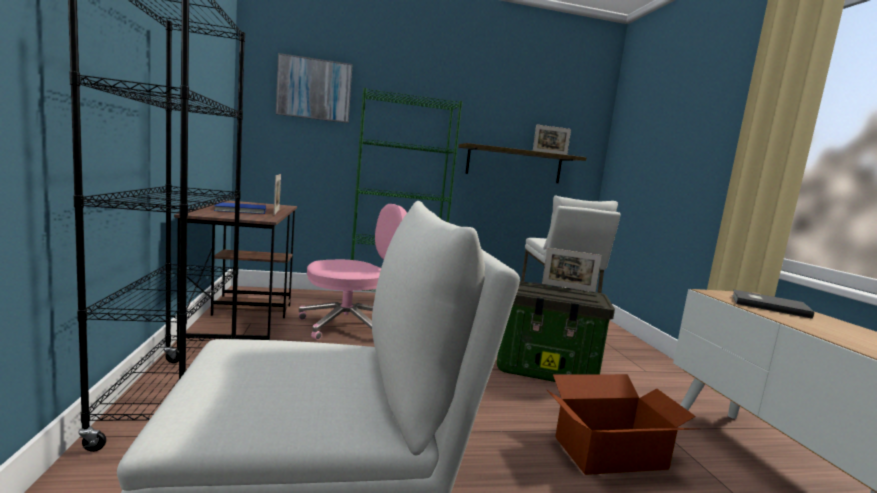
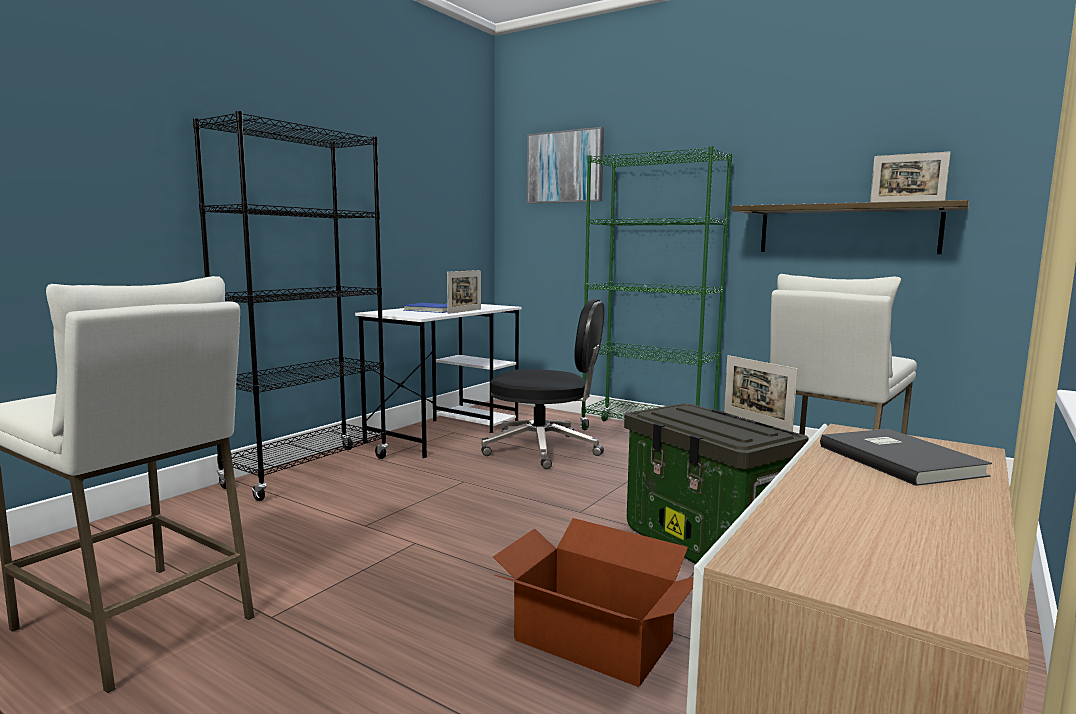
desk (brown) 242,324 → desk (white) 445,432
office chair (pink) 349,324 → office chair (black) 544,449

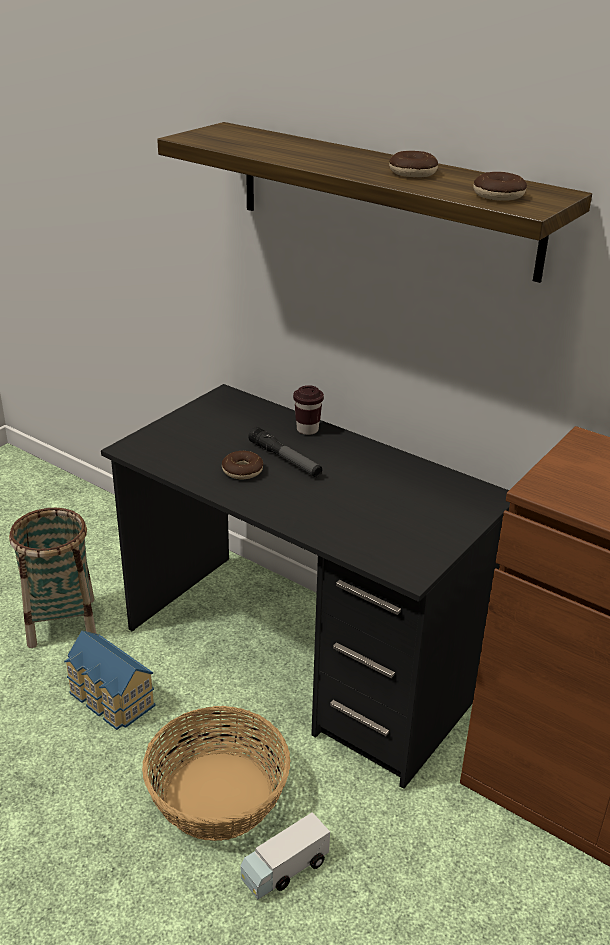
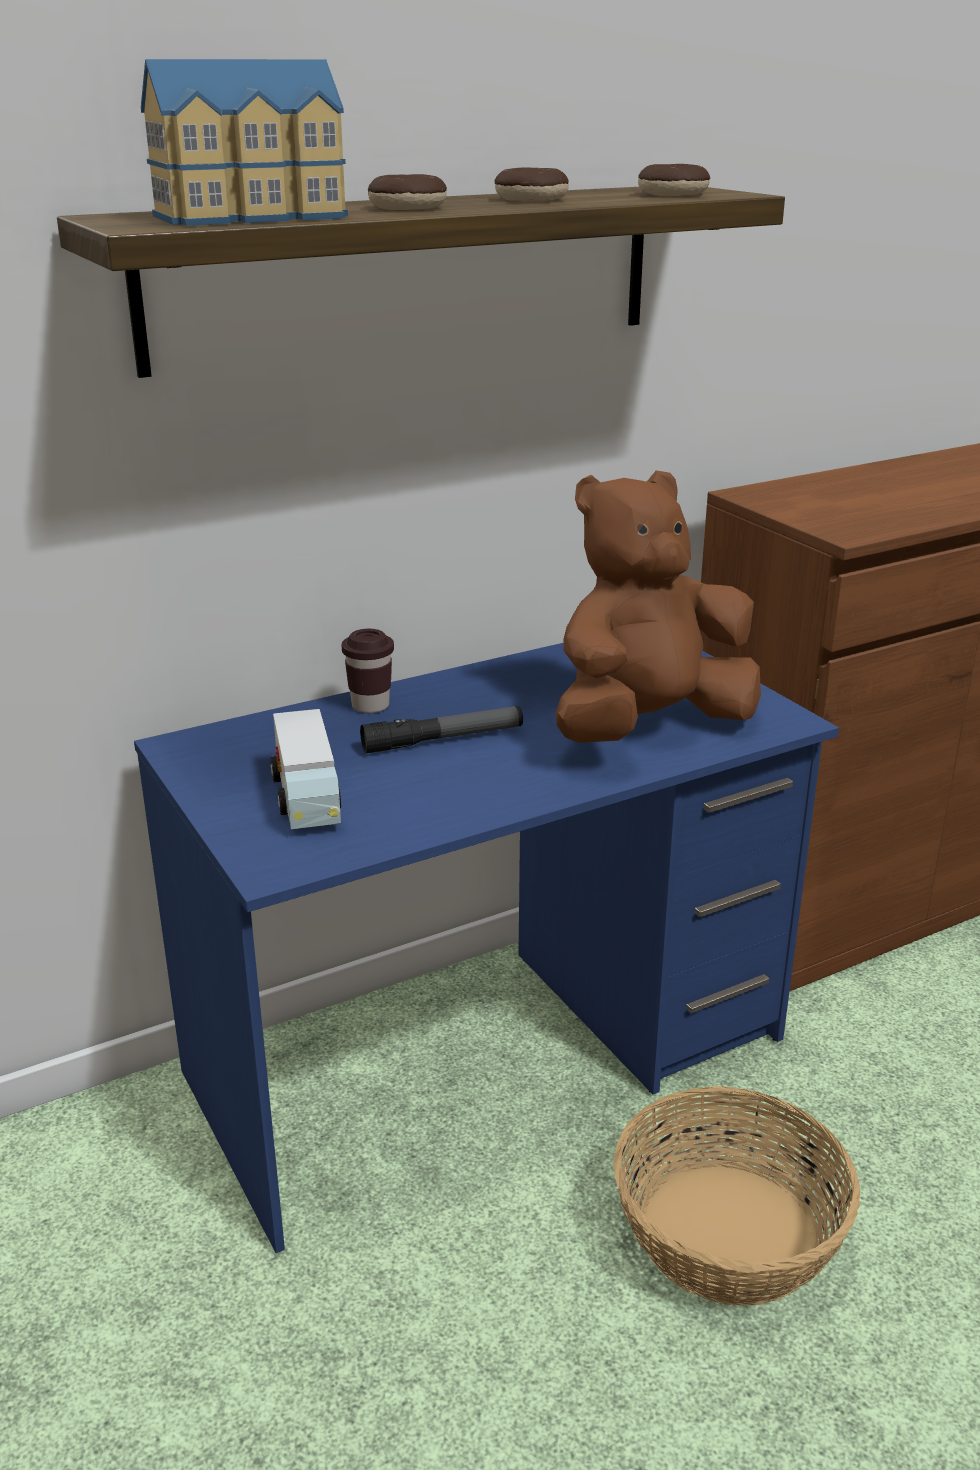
basket 62,622 → -
toy house 110,700 → toy house 255,217, shifted
desk (black) 302,658 → desk (blue) 488,1058
donut 242,471 → donut 408,207, shifted
toy truck 285,869 → toy truck 308,799, shifted
- → plush toy (brown) 648,727

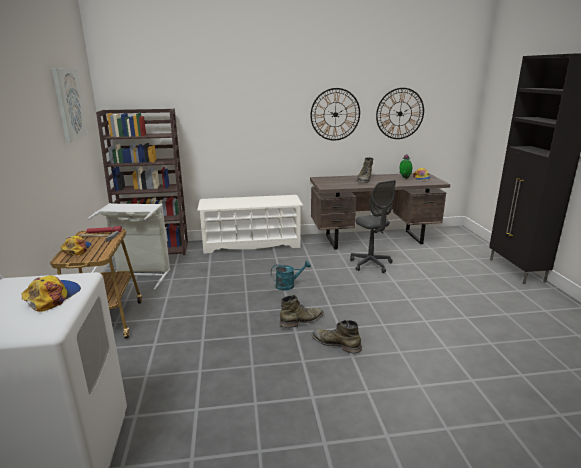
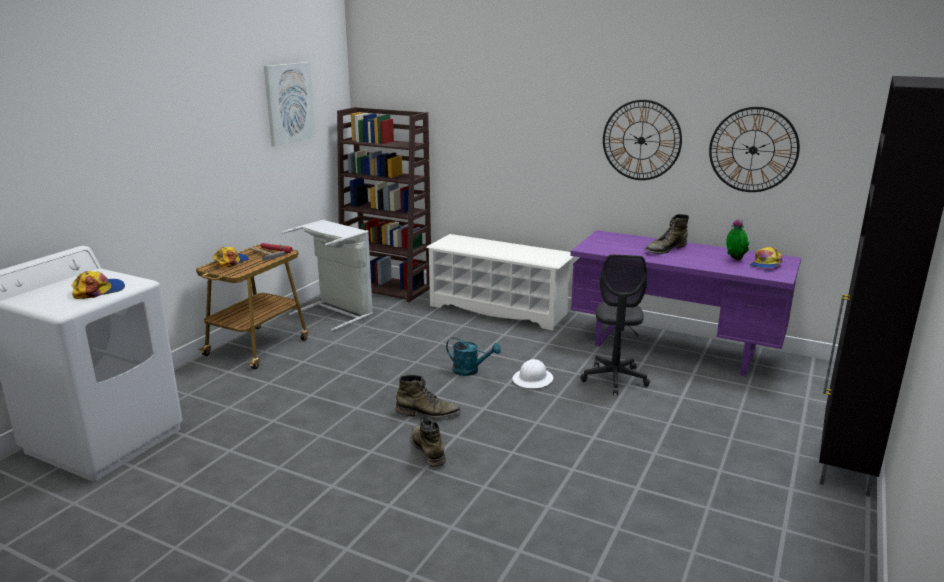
desk (brown) 374,239 → desk (purple) 675,348
- → hard hat (white) 533,379

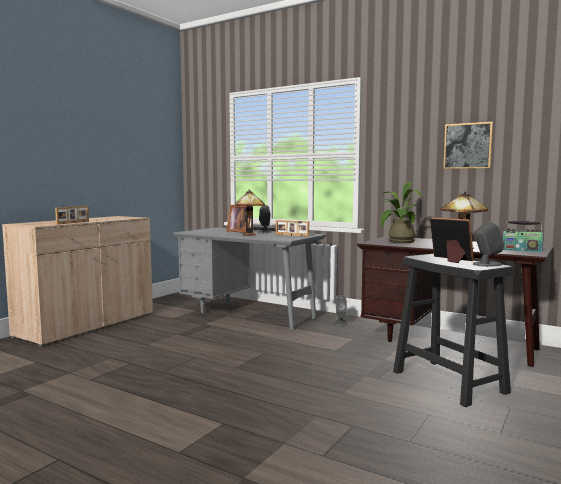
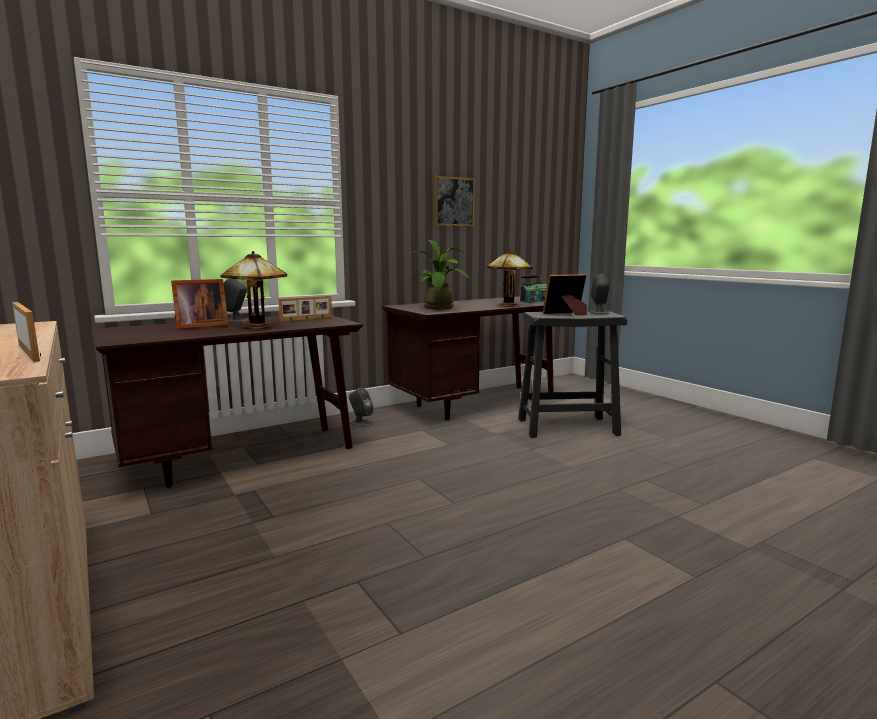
desk (grey) 249,314 → desk (brown) 241,457

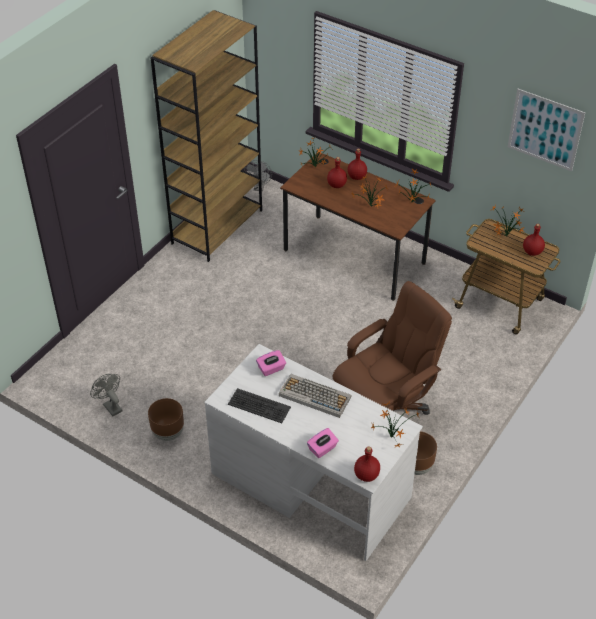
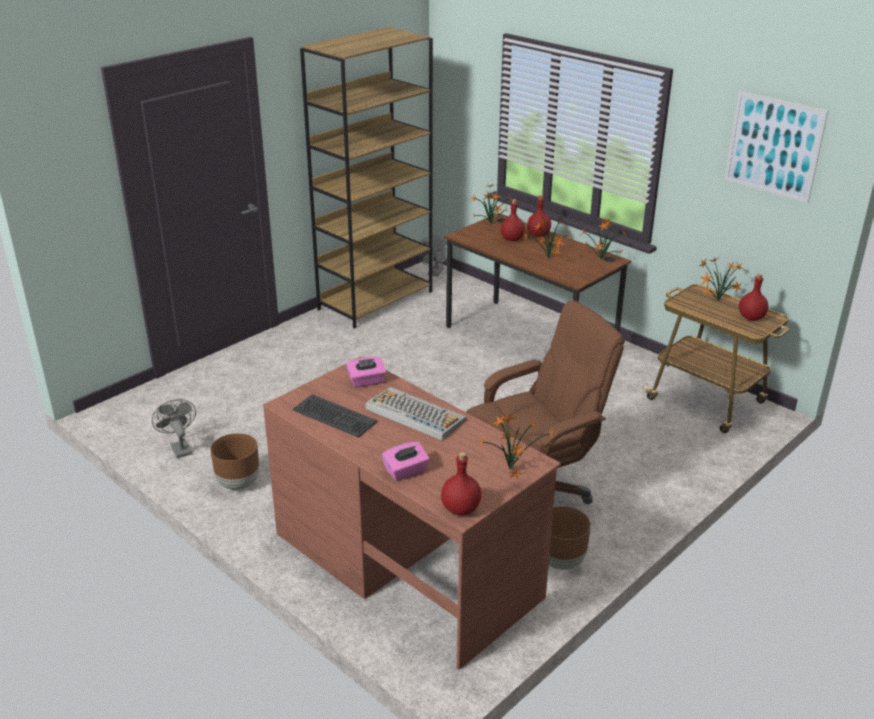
desk (white) 310,484 → desk (brown) 406,563

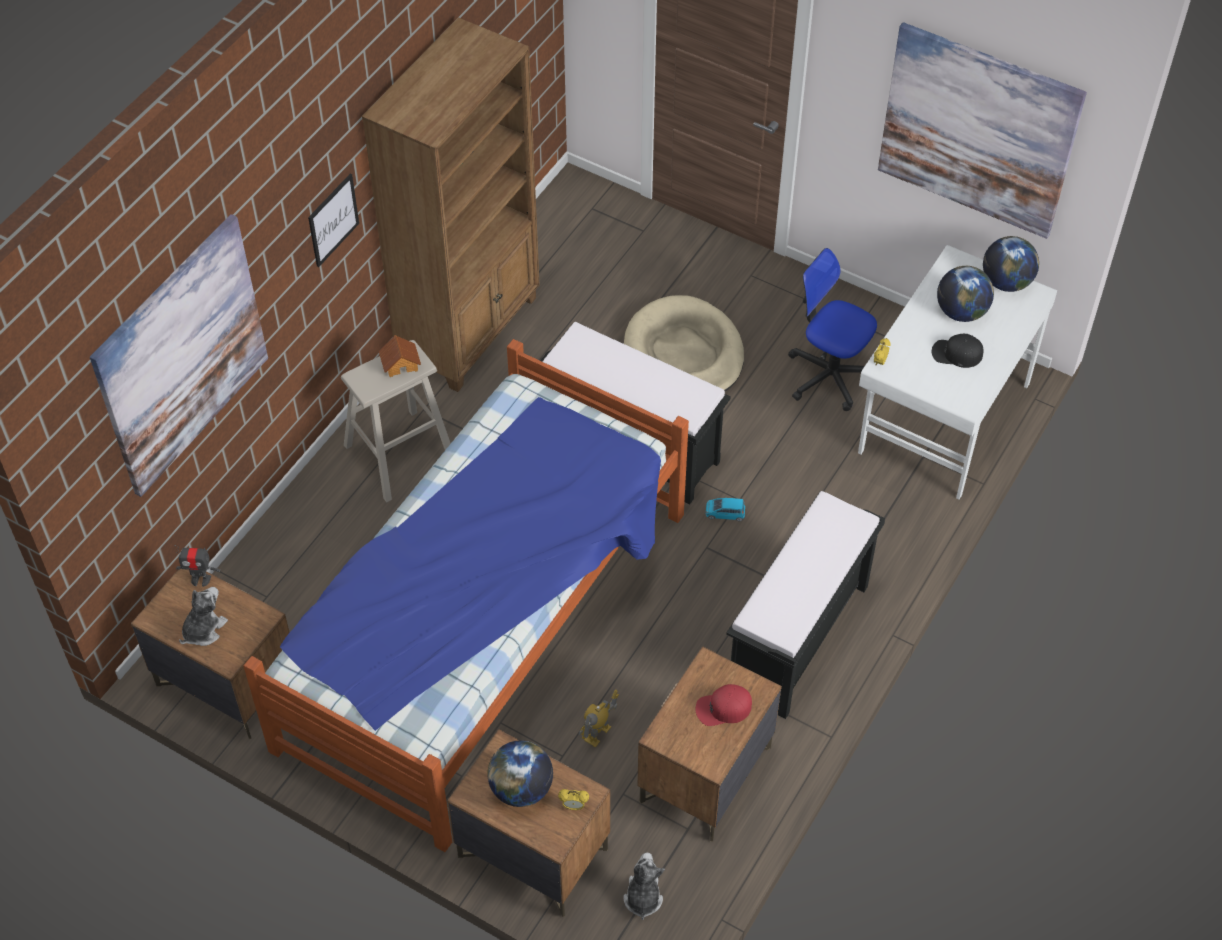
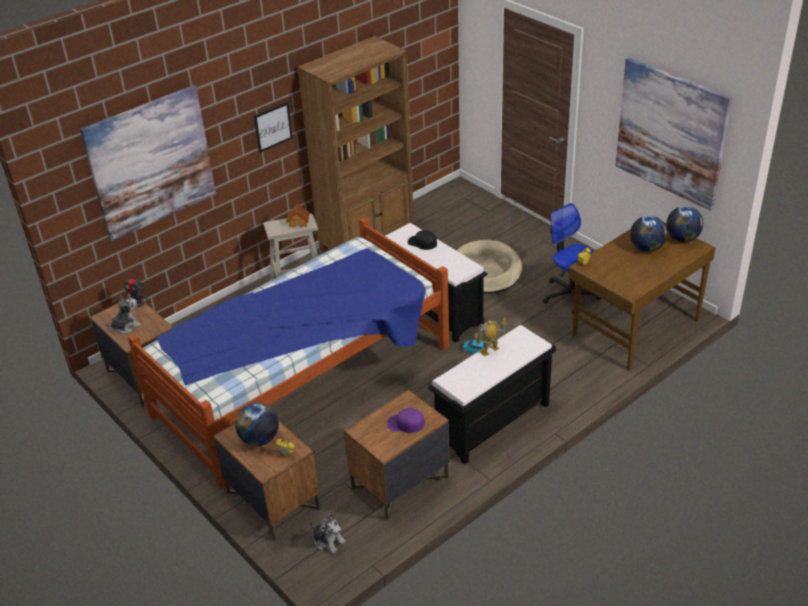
toy robot 598,734 → toy robot 489,350, shifted
plush toy 642,897 → plush toy 328,541, 105 degrees clockwise
cap (red) 723,708 → cap (purple) 405,423
desk (white) 942,418 → desk (brown) 634,327
cap (black) 956,354 → cap (black) 422,242, shifted

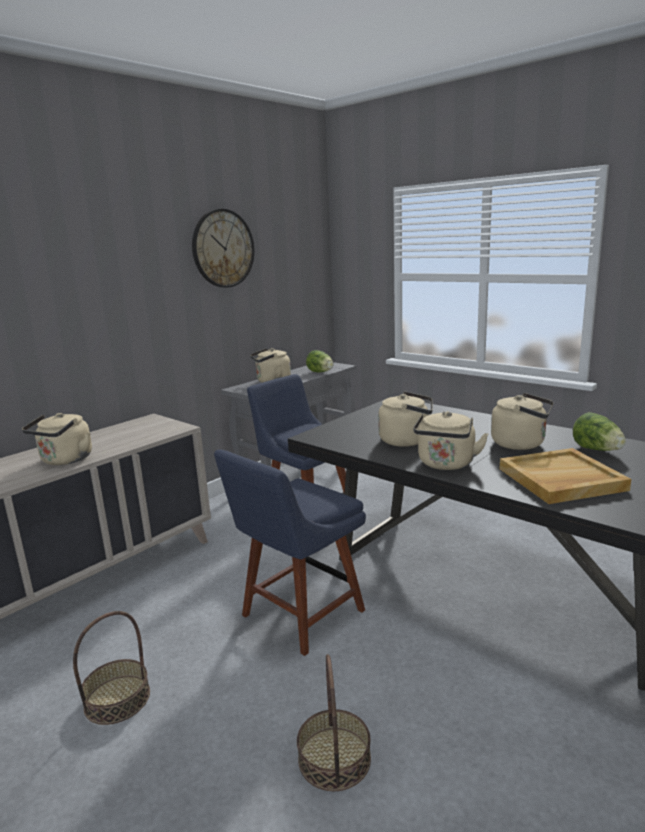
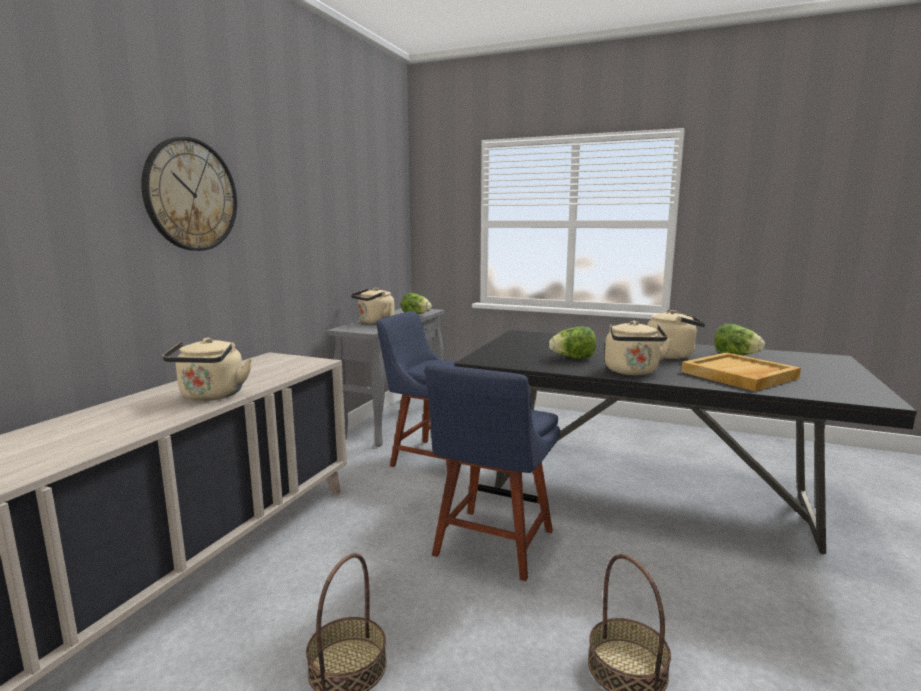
wall clock 223,248 → wall clock 191,195, shifted
kettle (beige) 407,440 → lettuce 573,358

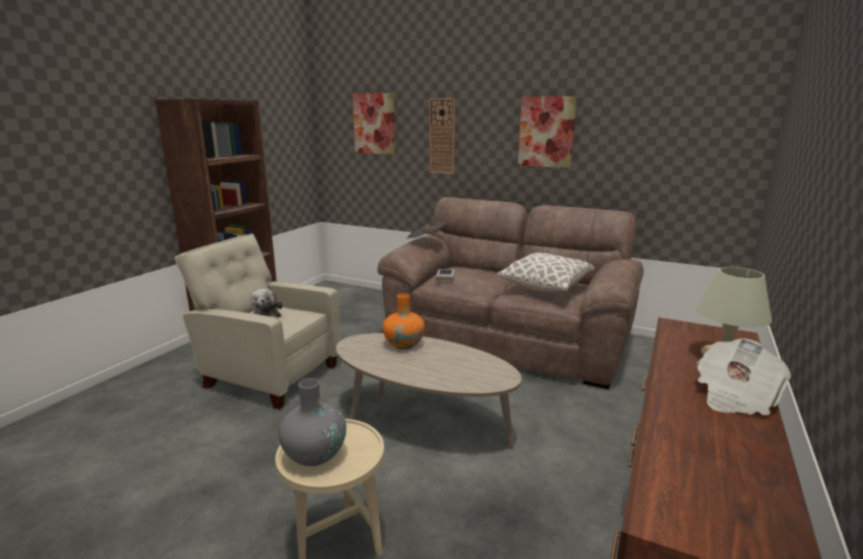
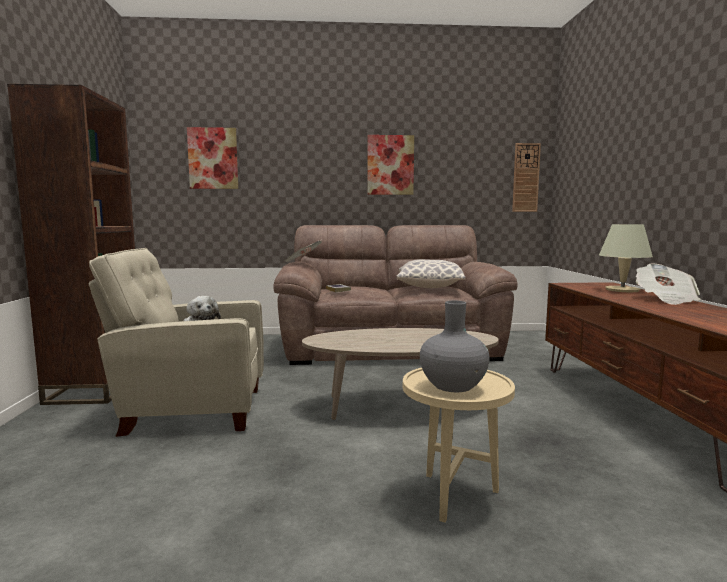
vase (orange) 404,344 → -
wall clock 442,136 → wall clock 526,177, shifted

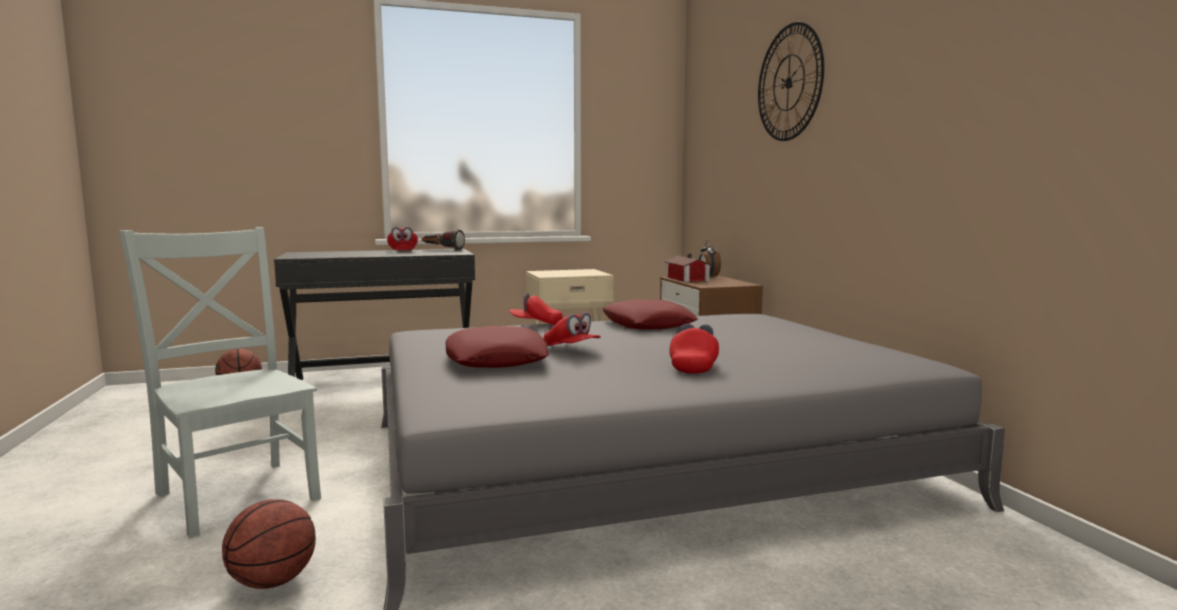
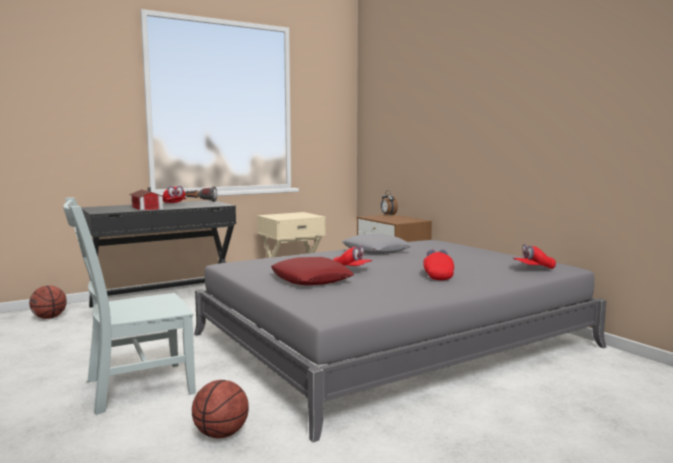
chair (grey) 237,493 → chair (grey) 134,387, 60 degrees counterclockwise
cap (red) 536,324 → cap (red) 533,269, shifted
pillow (red) 648,324 → pillow (grey) 376,251
toy house 686,279 → toy house 146,208, shifted
wall clock 789,83 → -

